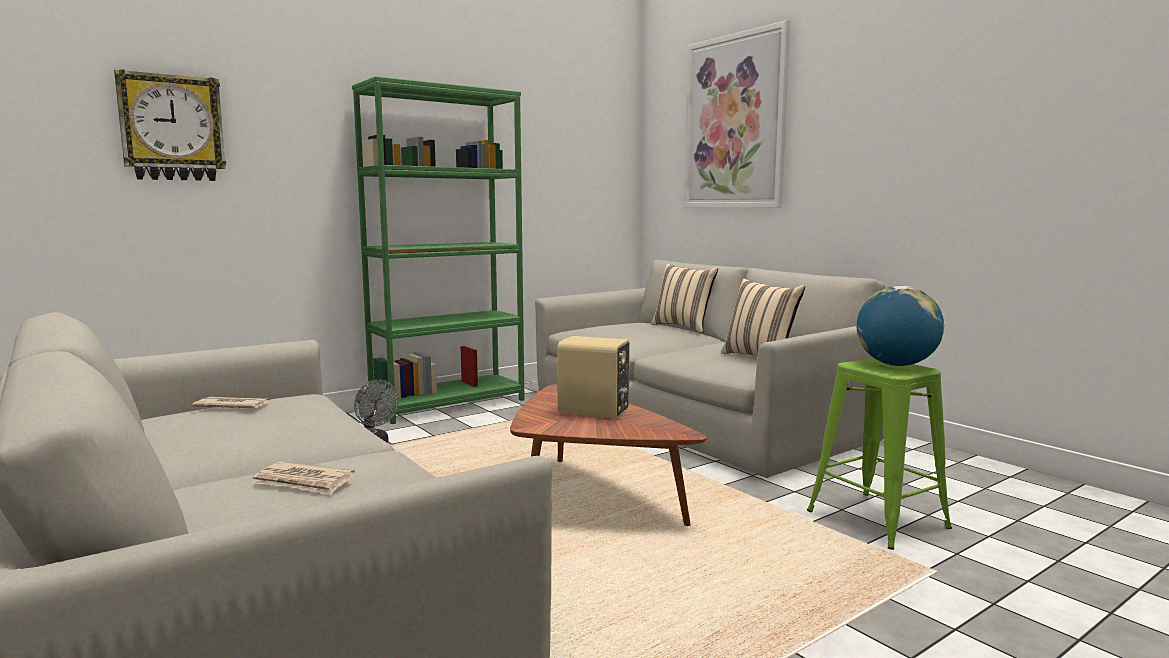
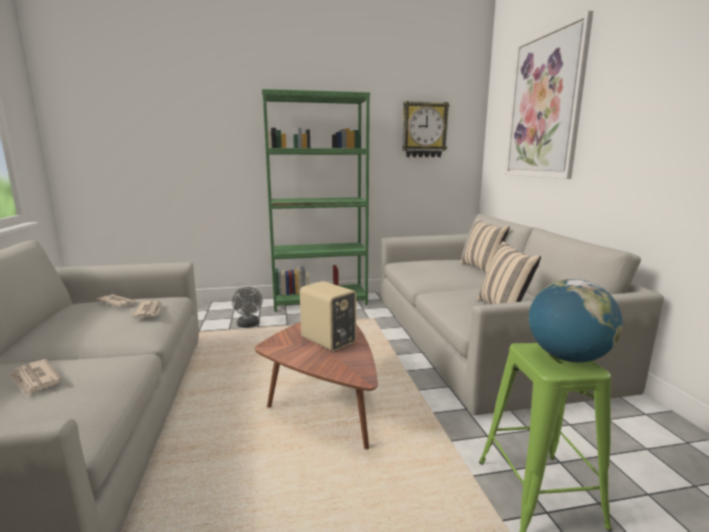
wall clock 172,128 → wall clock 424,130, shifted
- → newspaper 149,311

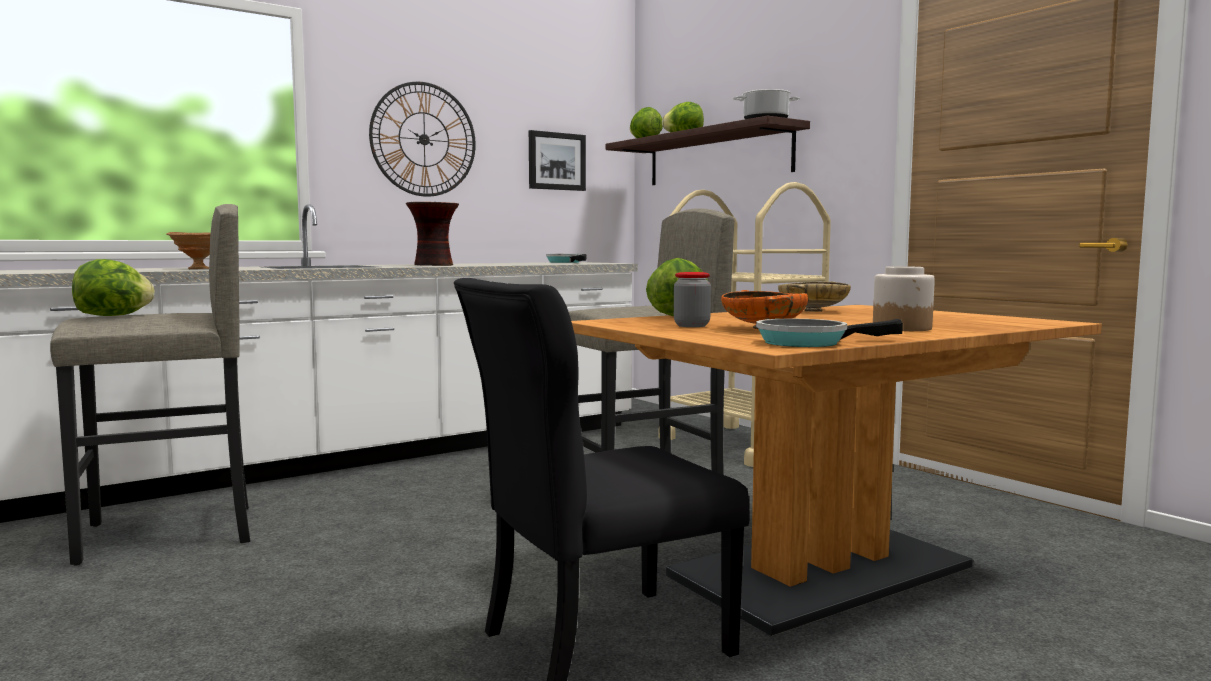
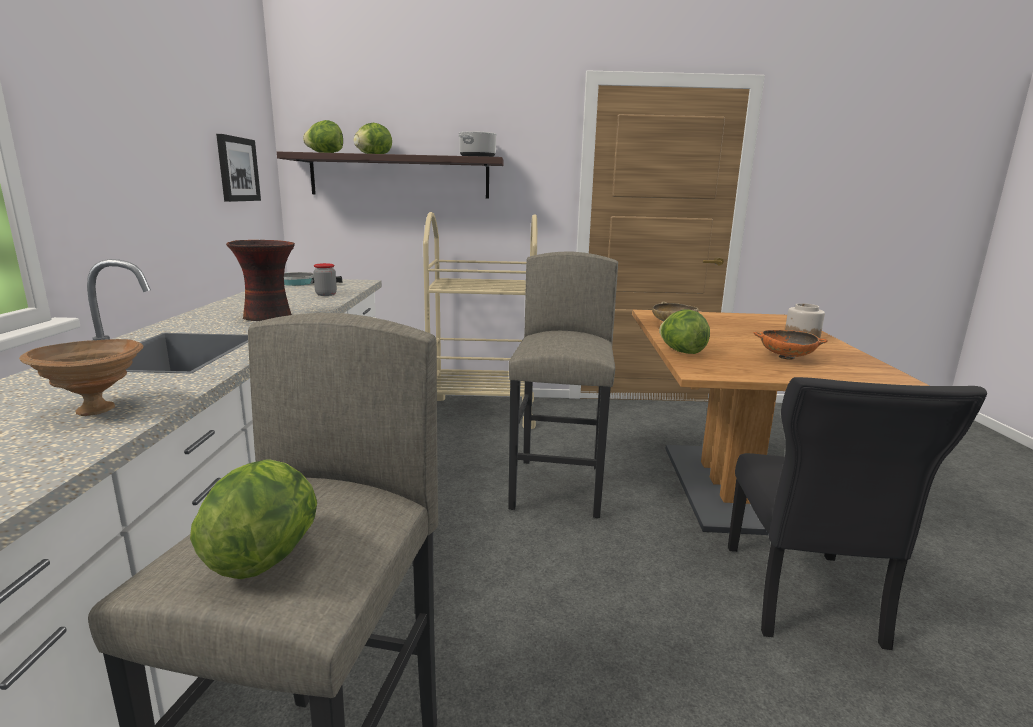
wall clock 424,139 → -
jar 691,325 → jar 326,294, shifted
frying pan 808,342 → -

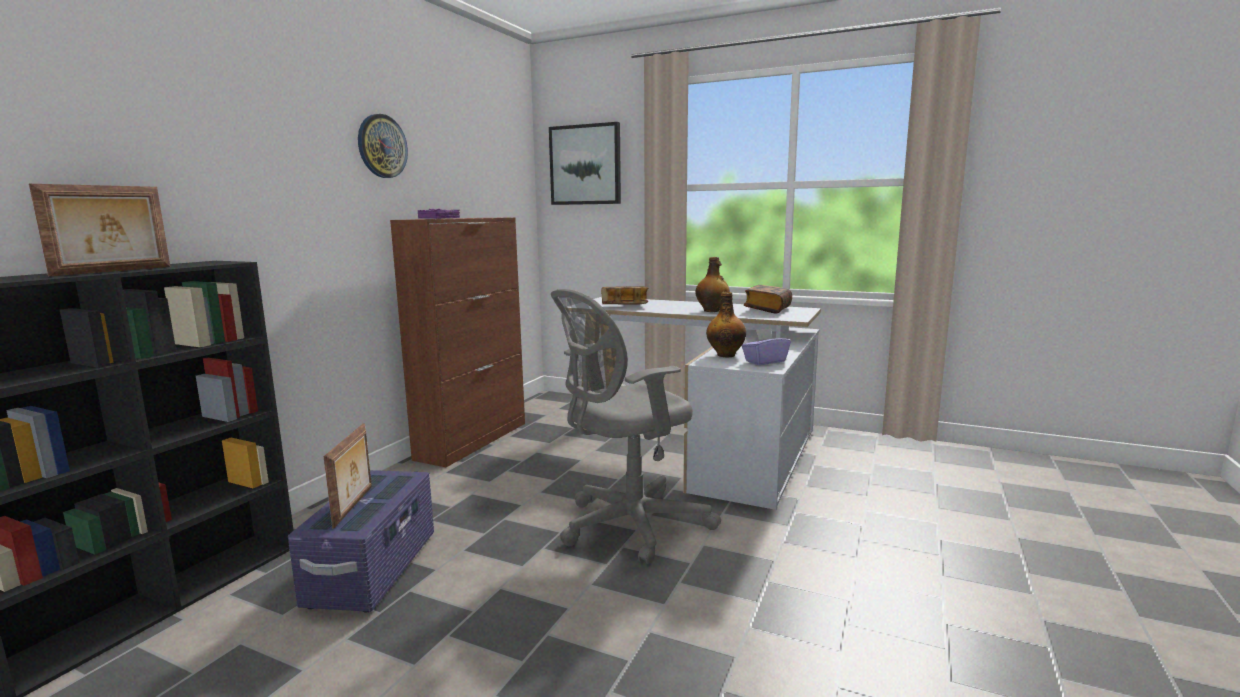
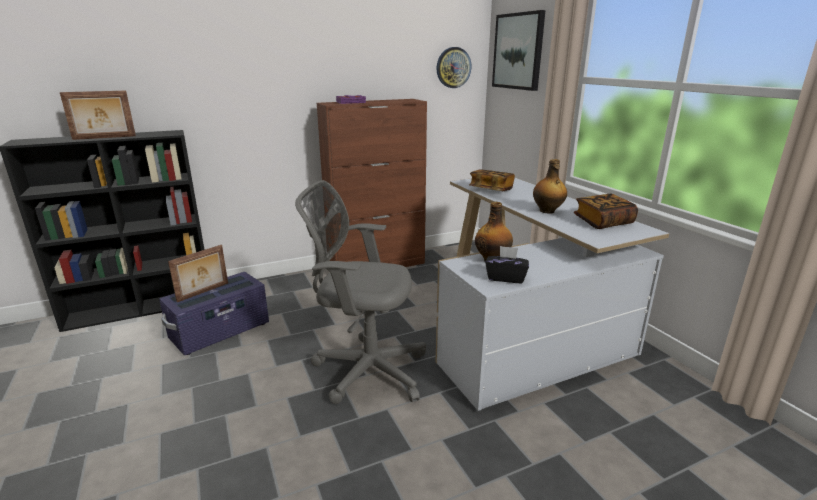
wall clock 382,146 → wall clock 453,67, shifted
tissue box (purple) 765,361 → tissue box (black) 506,278

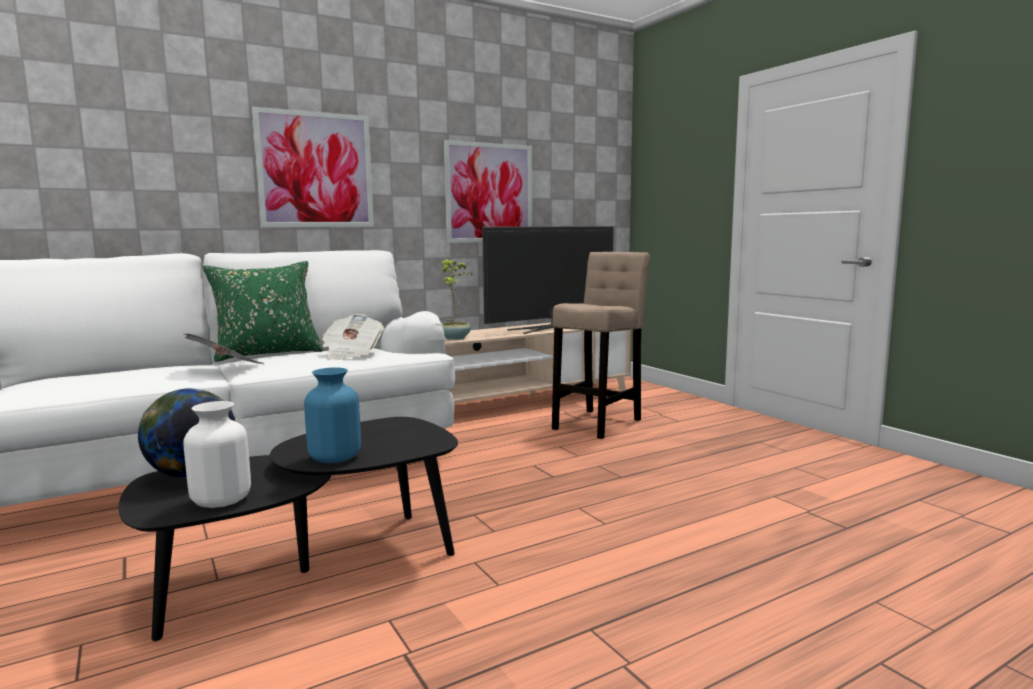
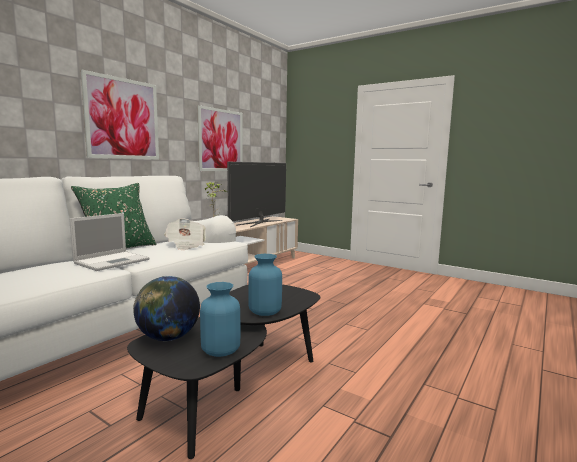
vase (white) 221,500 → vase (blue) 220,350
newspaper 226,368 → laptop 113,261
stool (beige) 599,423 → -

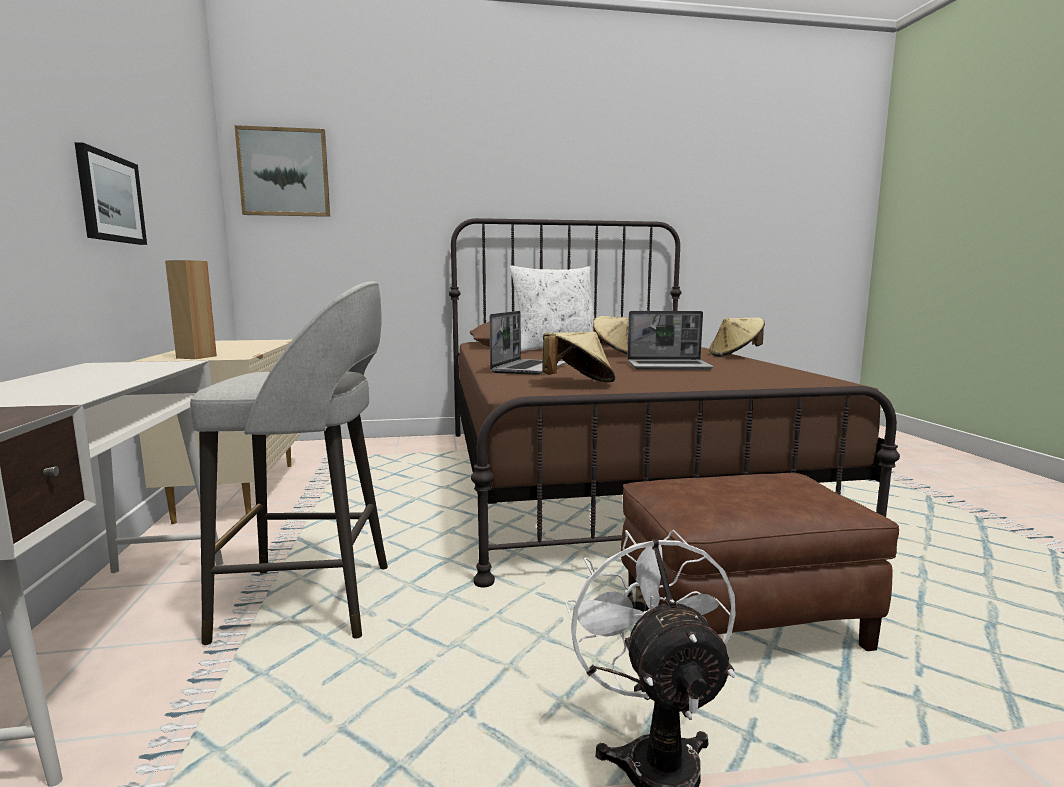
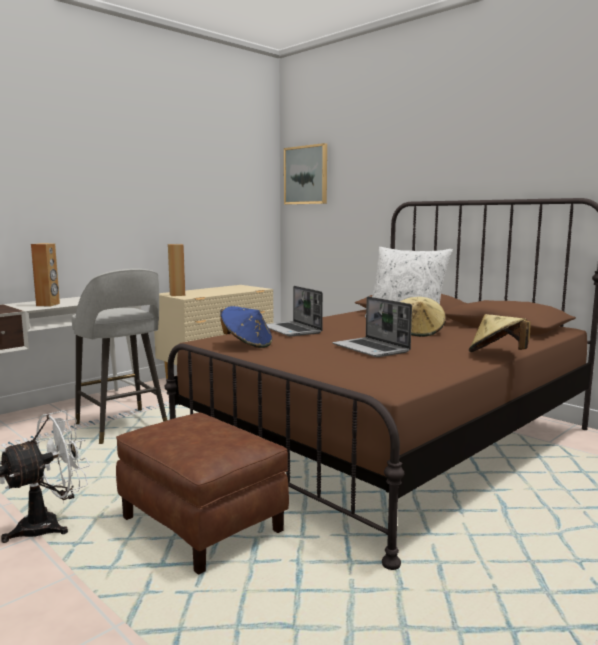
picture 110,198 → -
laptop 529,368 → laptop 292,330, 75 degrees clockwise
hat (beige) 577,384 → hat (blue) 247,344
- → speaker (brown) 48,305

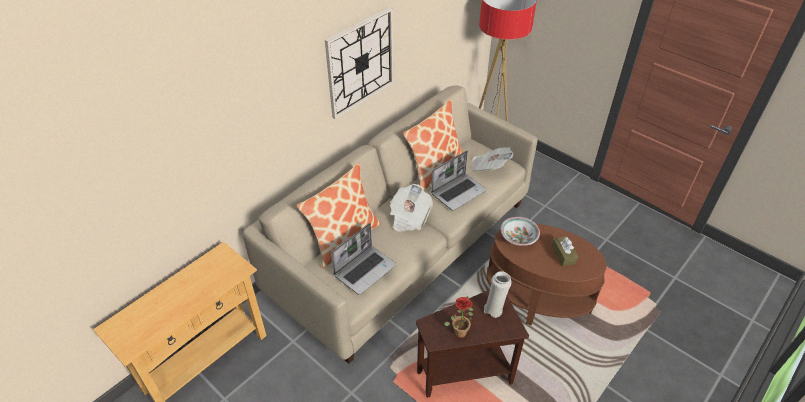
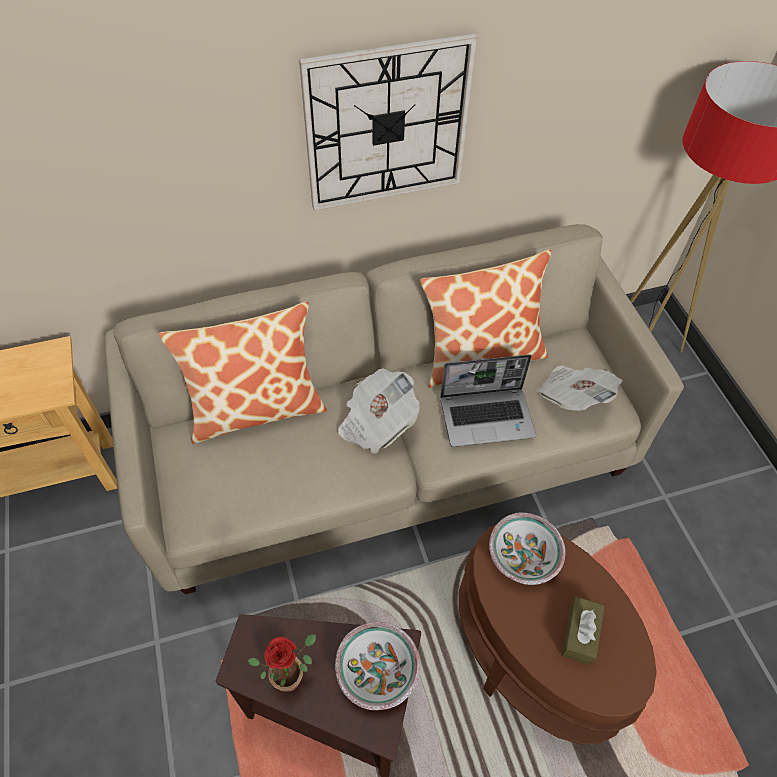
laptop 365,270 → -
vase (white) 494,308 → bowl 376,670

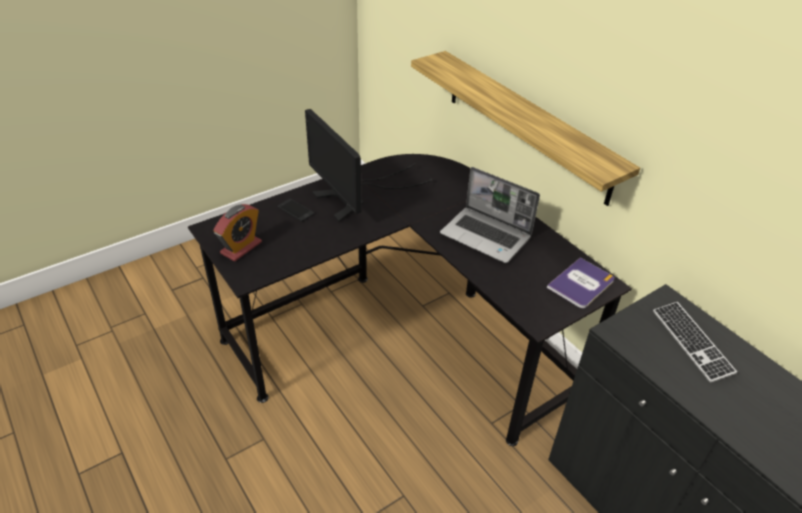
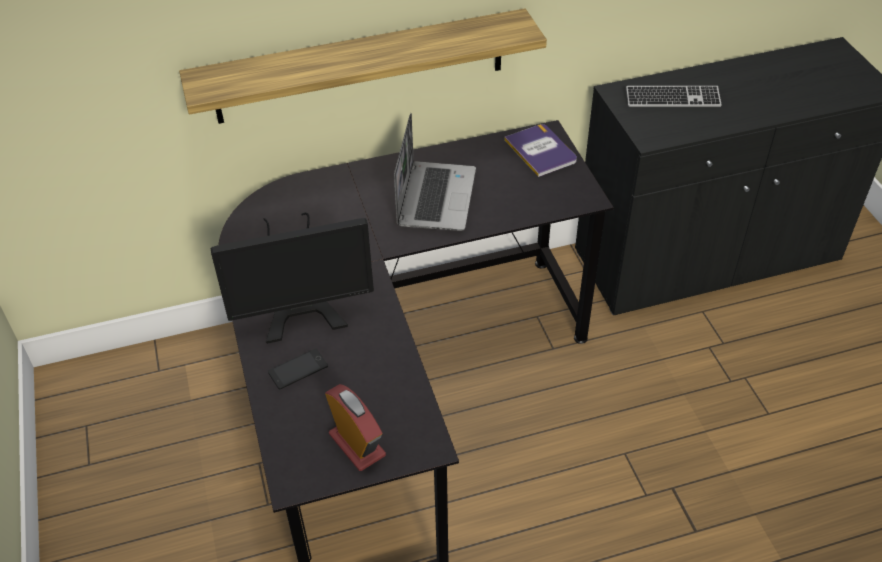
laptop 487,236 → laptop 435,197, 45 degrees counterclockwise

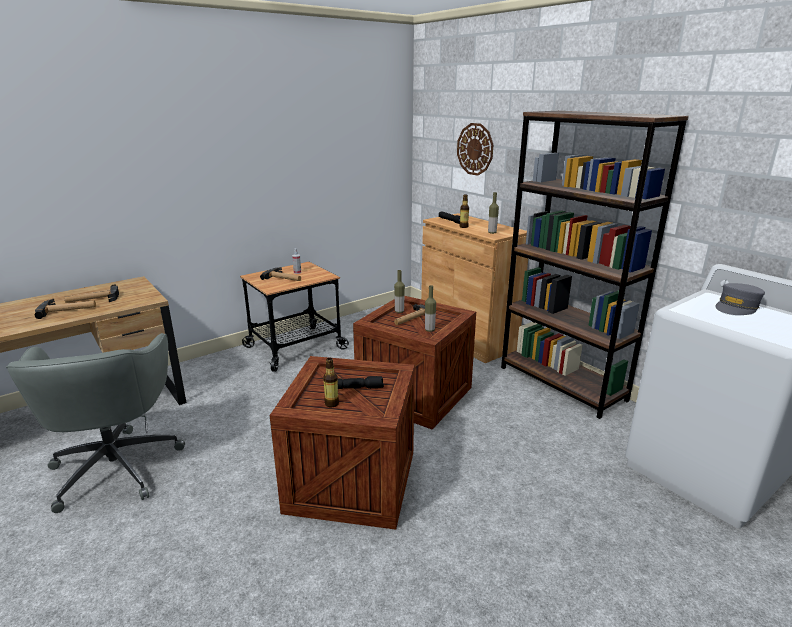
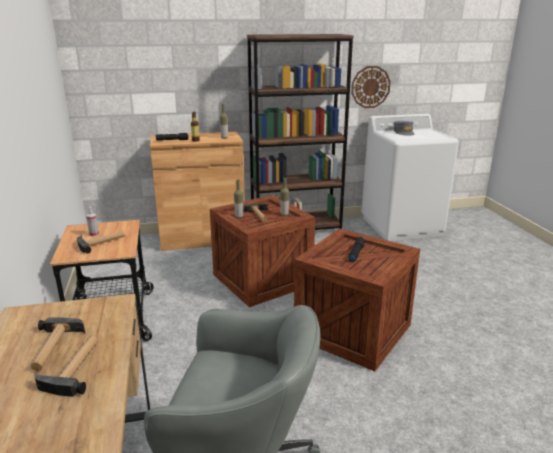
bottle 331,403 → -
wall clock 475,149 → wall clock 370,87, shifted

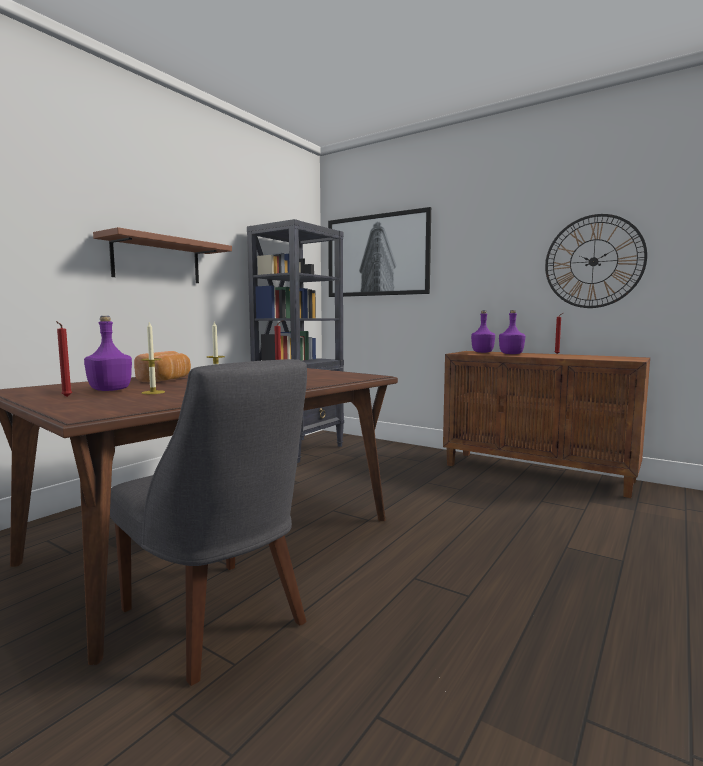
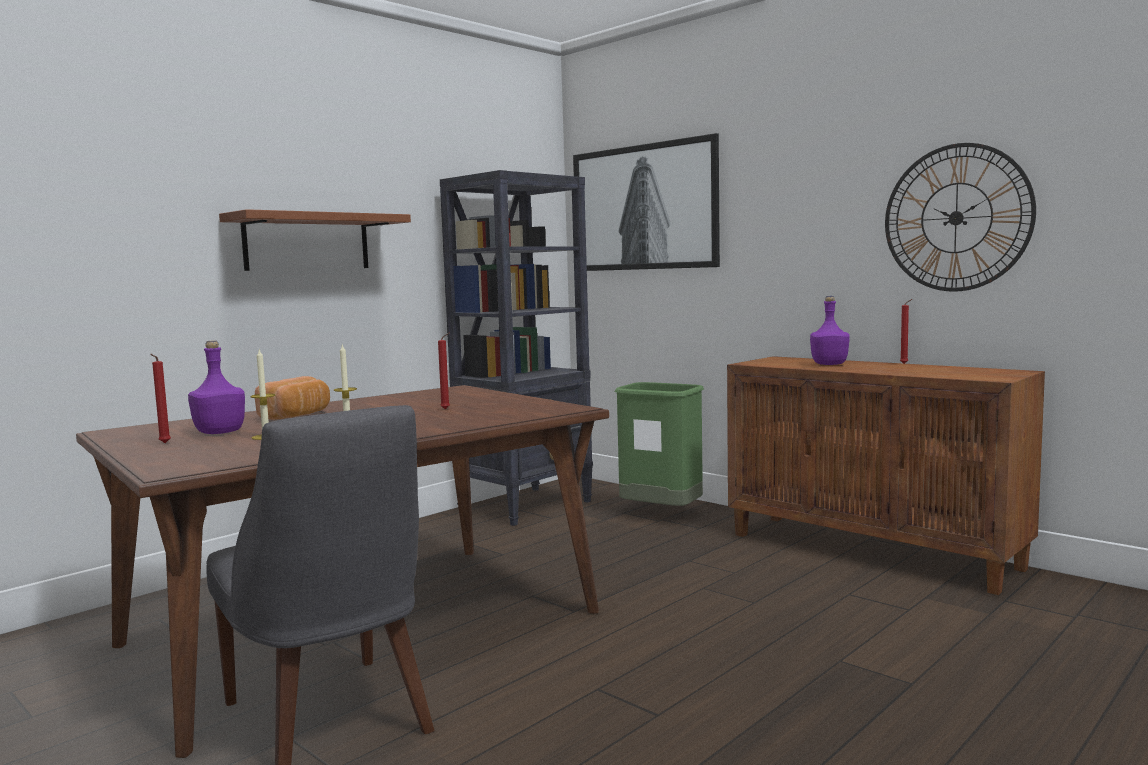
bottle (purple) 482,352 → -
- → trash can (green) 661,515

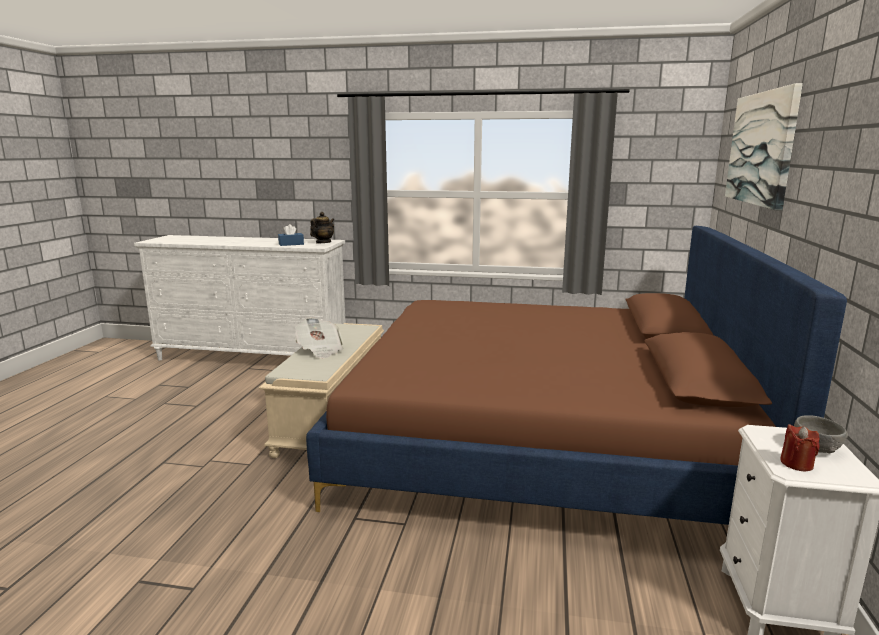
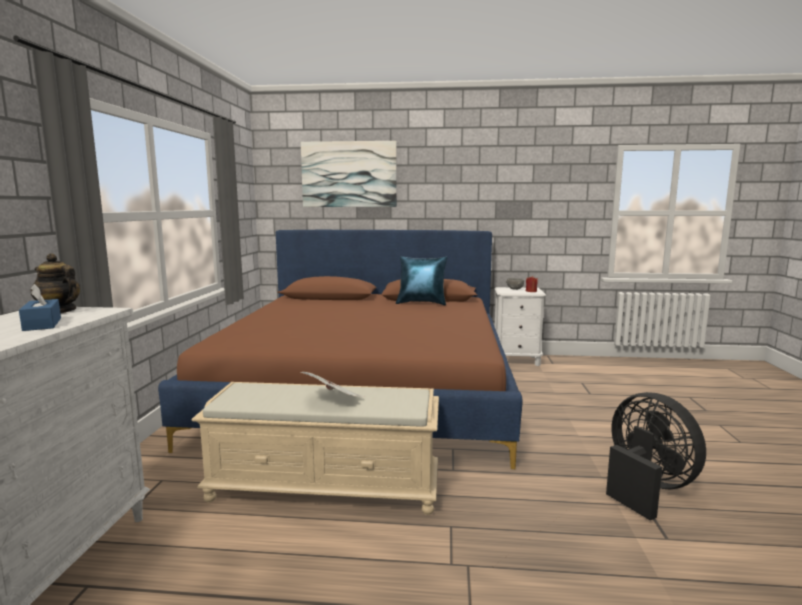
- → pillow (blue) 422,303
- → fan (black) 645,488

